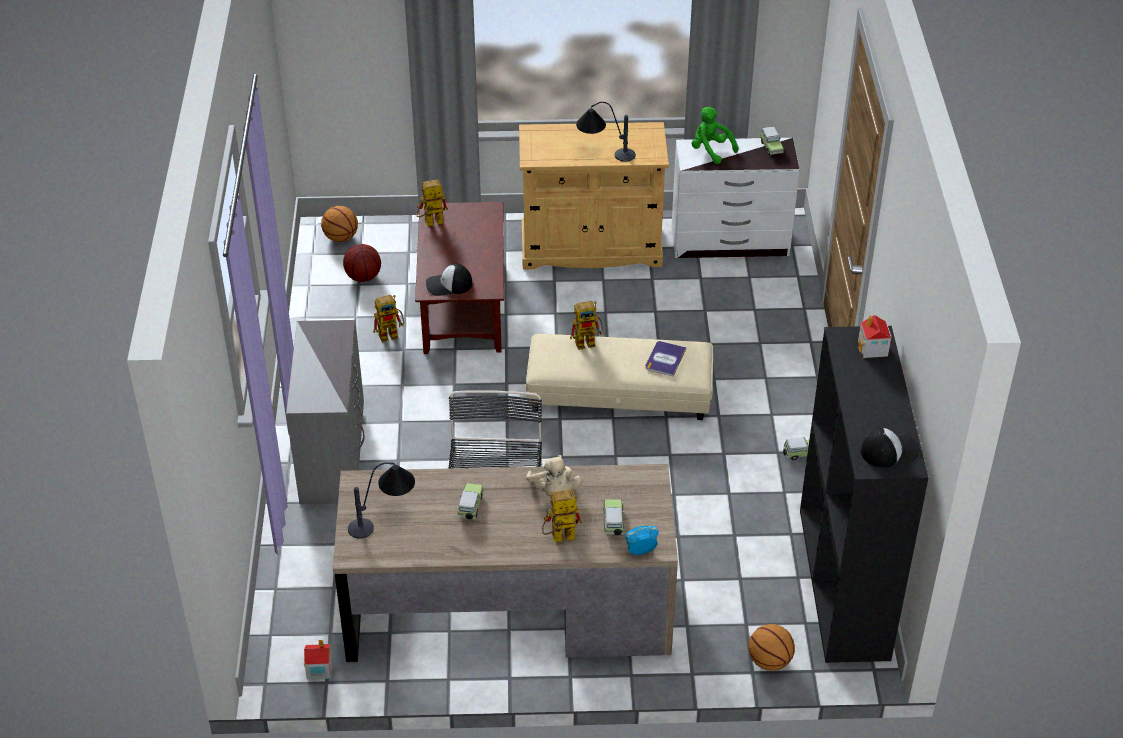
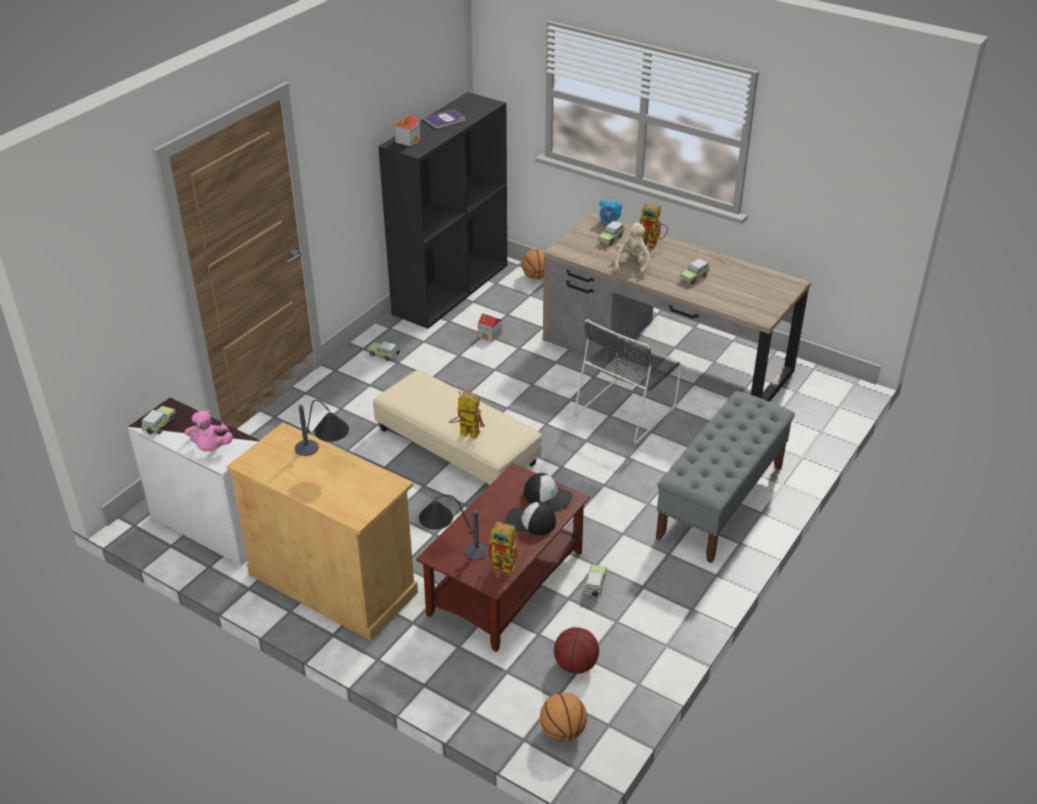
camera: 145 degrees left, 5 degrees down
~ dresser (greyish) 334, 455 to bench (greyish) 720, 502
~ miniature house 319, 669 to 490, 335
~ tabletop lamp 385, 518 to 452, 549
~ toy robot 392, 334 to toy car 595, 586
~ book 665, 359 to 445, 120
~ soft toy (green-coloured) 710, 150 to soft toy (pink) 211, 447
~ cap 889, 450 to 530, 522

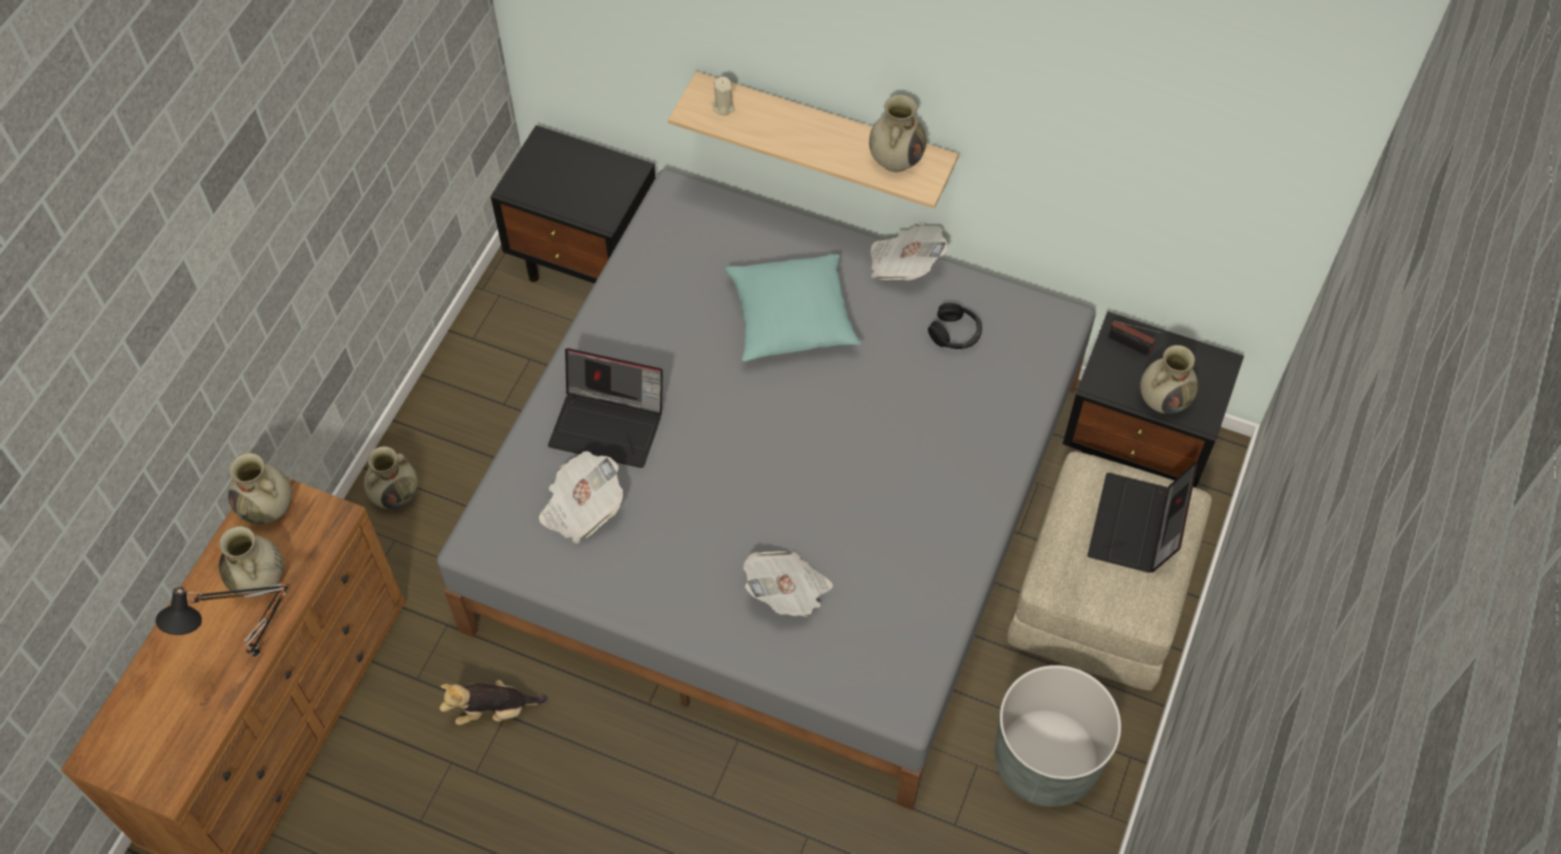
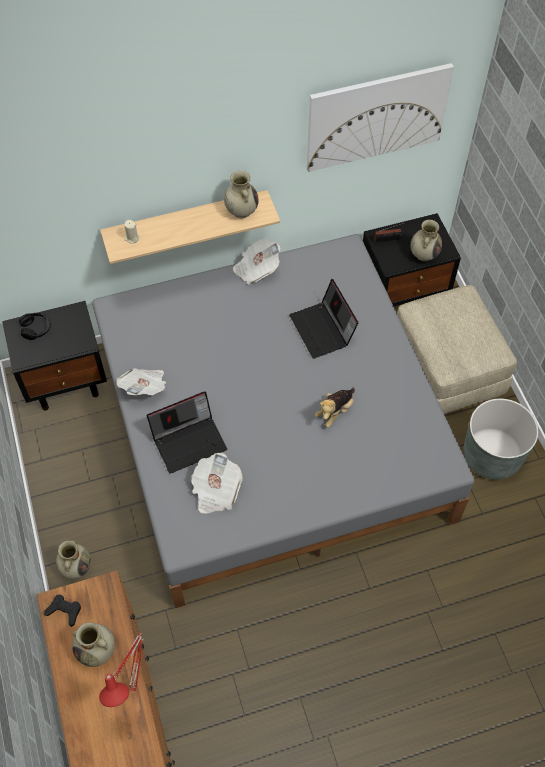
camera: 40 degrees left, 0 degrees up
~ tabletop lamp (black) 258, 659 to tabletop lamp (reddish) 137, 690
~ vase (beige) 268, 508 to joypad (black) 64, 611
~ soft toy 494, 711 to 335, 411
- cushion (turquoise-coloured) 791, 318
~ newspaper 788, 592 to 145, 388
~ headphones (black) 955, 333 to 36, 328
~ portable computer 1137, 527 to 323, 330
+ wall art 376, 117

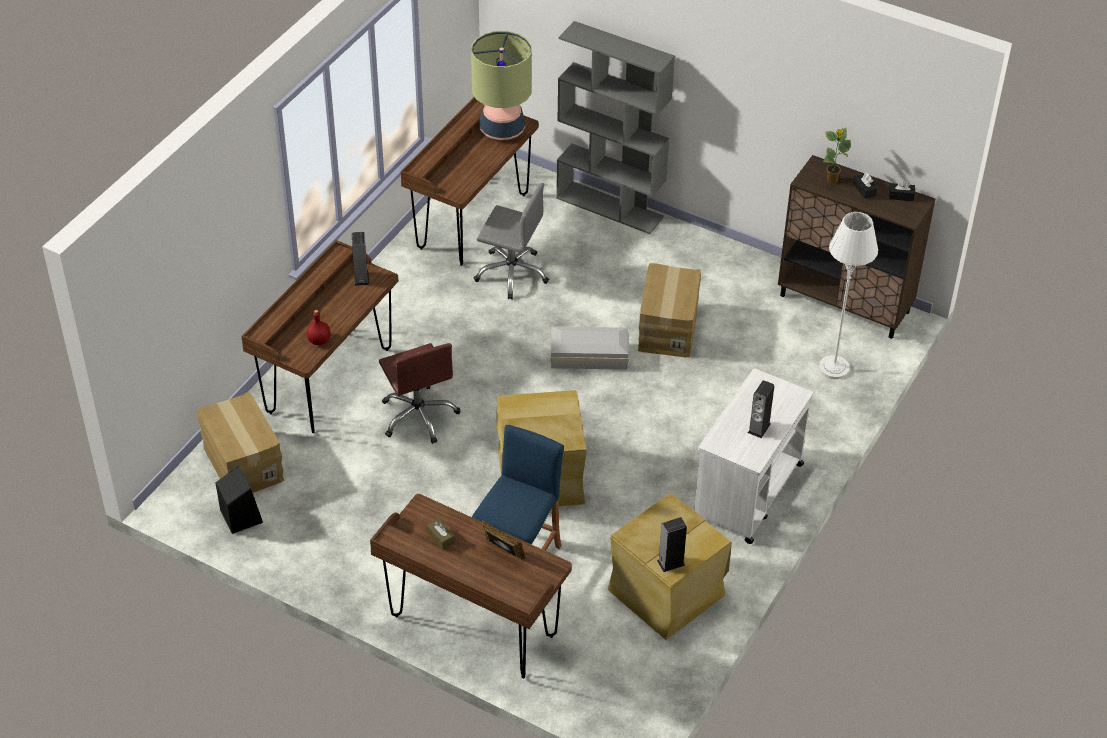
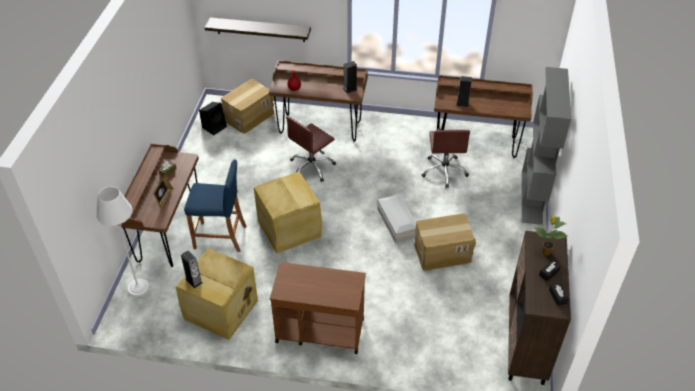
camera: 70 degrees right, 0 degrees up
- tabletop lamp 502, 129
~ desk chair (greyish) 512, 273 to desk chair (brownish) 444, 171
~ wheeled cart (white-coloured) 747, 492 to wheeled cart (brownish) 319, 330
~ loudspeaker 759, 428 to 462, 104
~ standard lamp (white-coloured) 834, 368 to 138, 288
+ wall shelf 260, 29

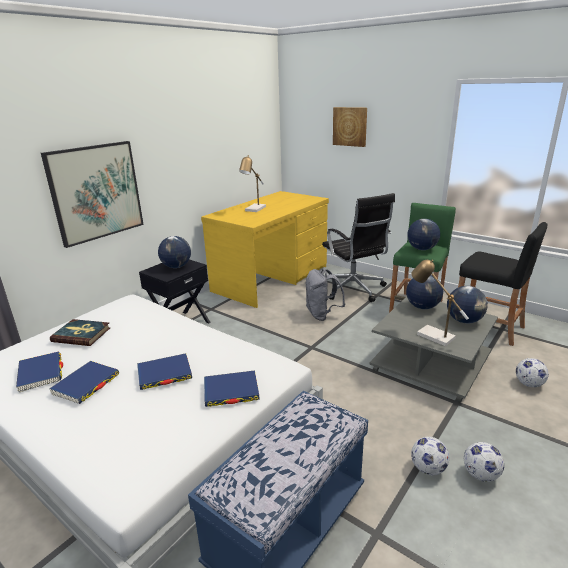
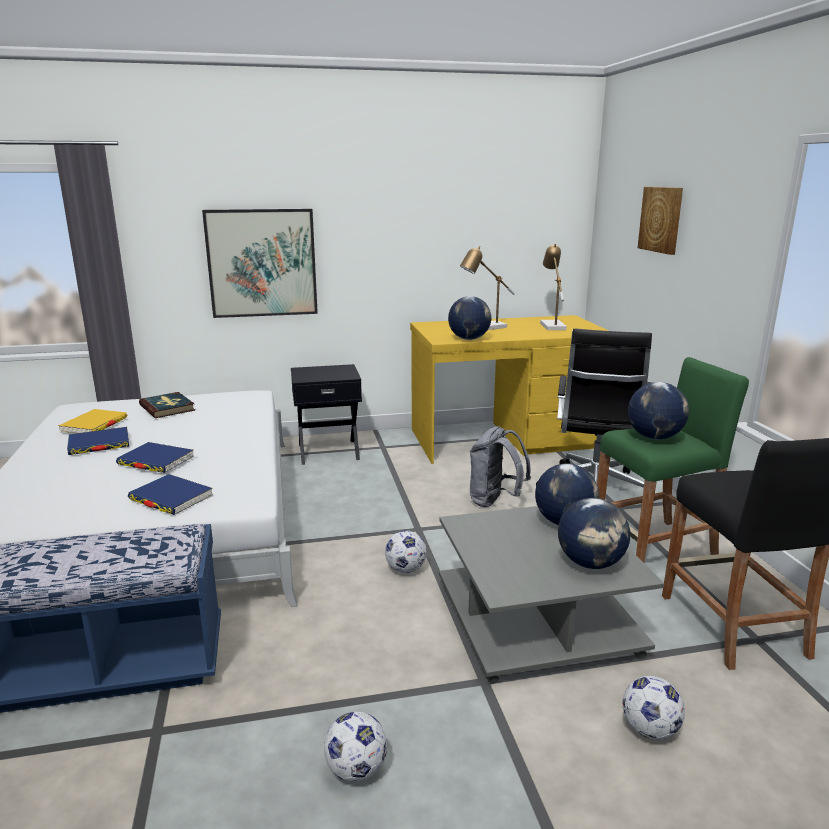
camera: 40 degrees right, 5 degrees down
~ book (bluish) 40, 373 to book (yellow-coloured) 94, 425
~ world globe 176, 266 to 469, 339
~ tabletop lamp 431, 335 to 551, 325
~ ball for football 428, 469 to 405, 569

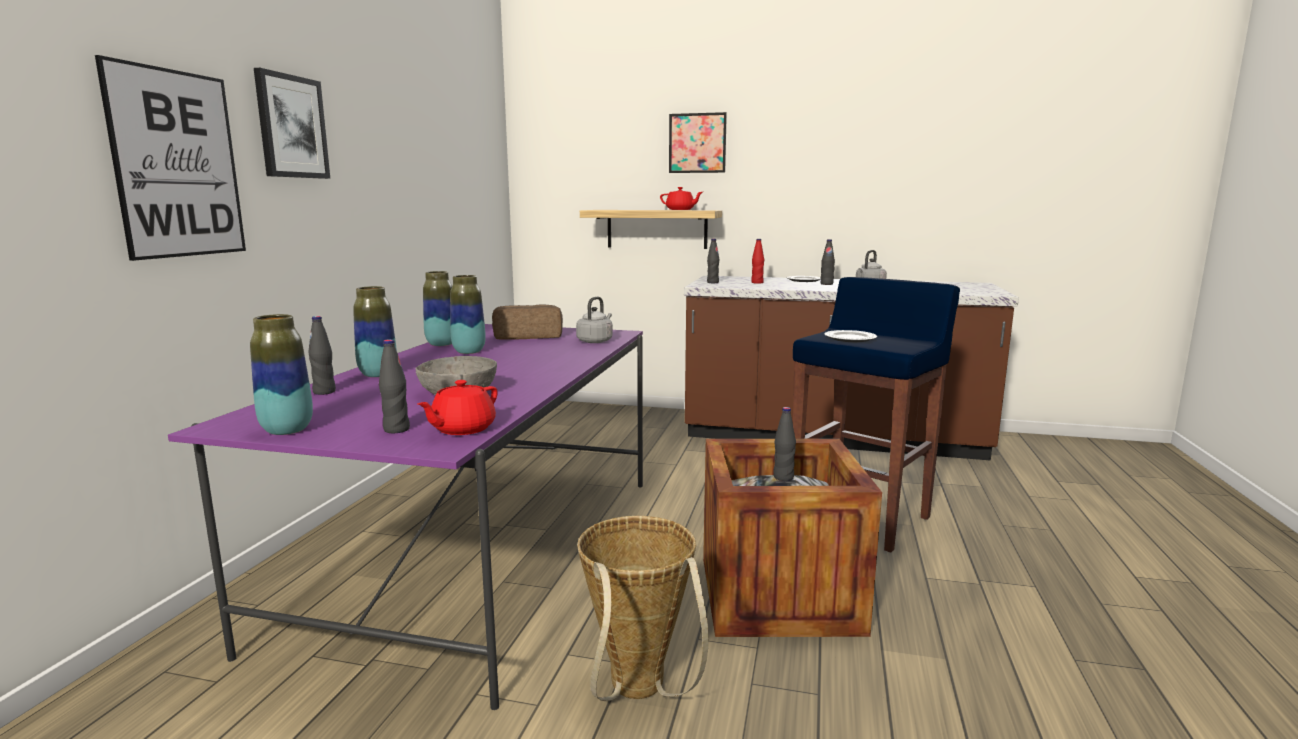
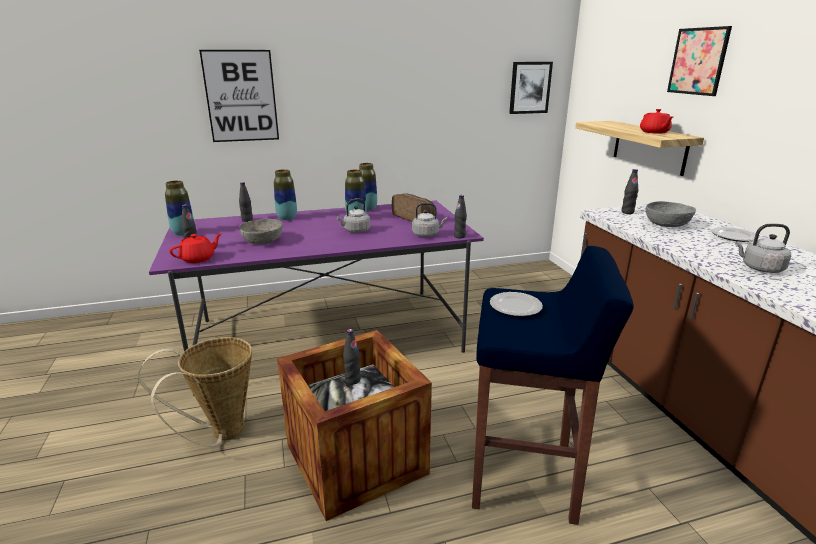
camera: 60 degrees right, 10 degrees up
~ wall art 291, 127 to 530, 87
~ tea pot (reddish) 462, 429 = 198, 259 135 degrees clockwise
~ drink bottle (reddish) 757, 282 to deep dish (greyish) 667, 224
~ drink bottle (black) 826, 284 to 459, 236
+ water kettle (greyish) 355, 231

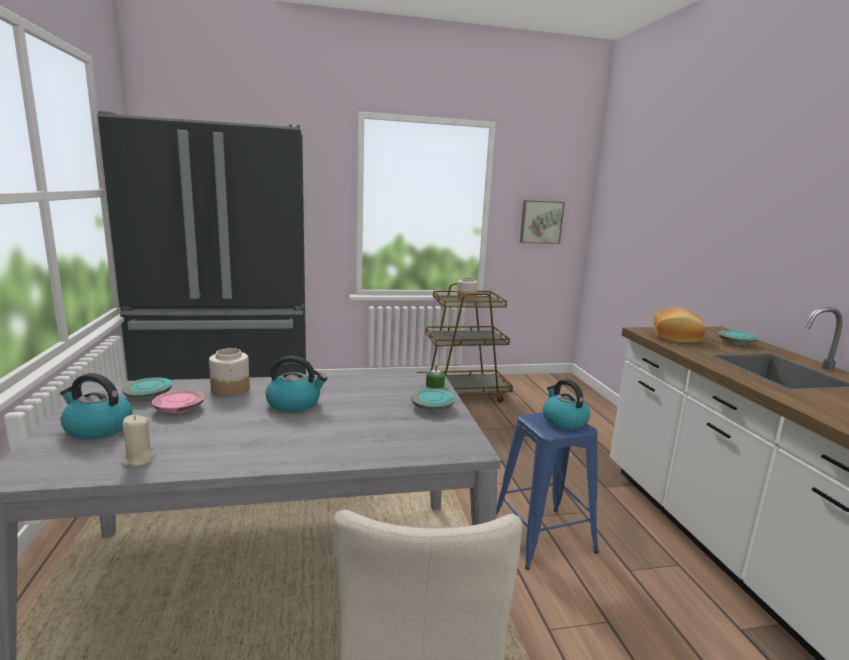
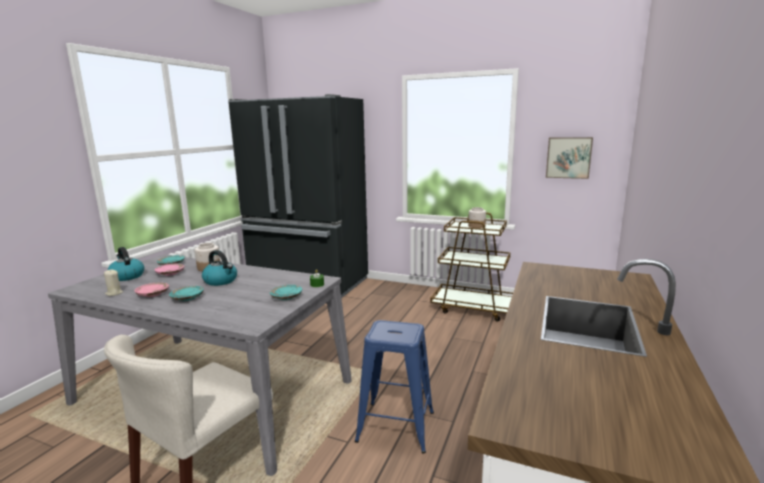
camera: 35 degrees right, 0 degrees up
- water kettle 563, 421
- bakery bread 677, 336
~ plate (turquoise-coloured) 736, 342 to 187, 298
+ plate (pink) 153, 294

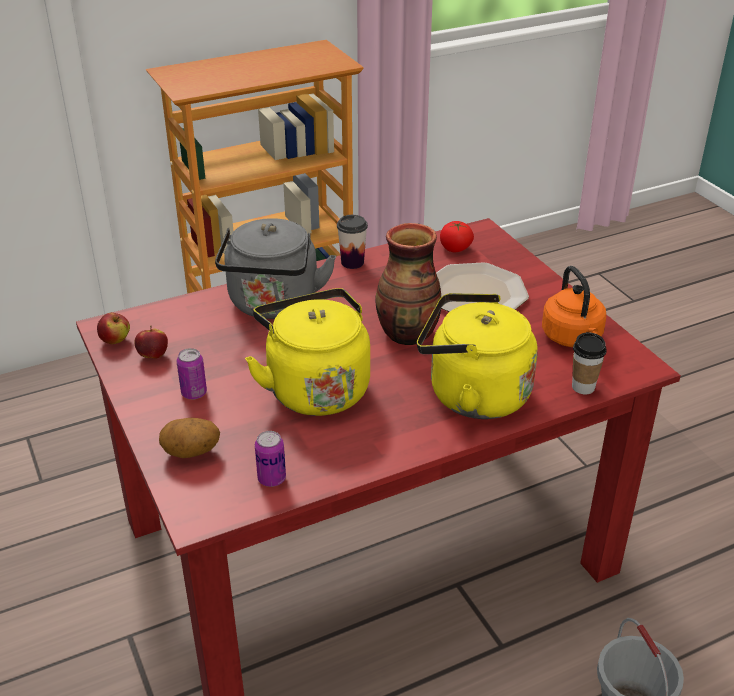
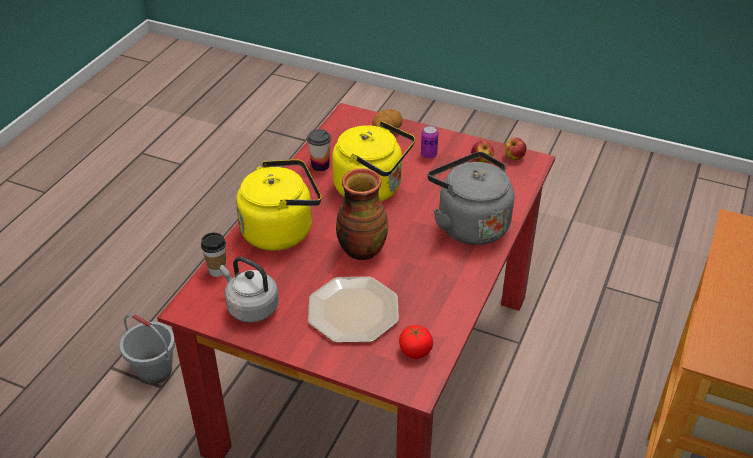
camera: 140 degrees right, 5 degrees up
- sealed can 271, 479
~ cup 352, 263 to 320, 165
~ water kettle (orangey) 573, 338 to water kettle (greyish) 250, 307

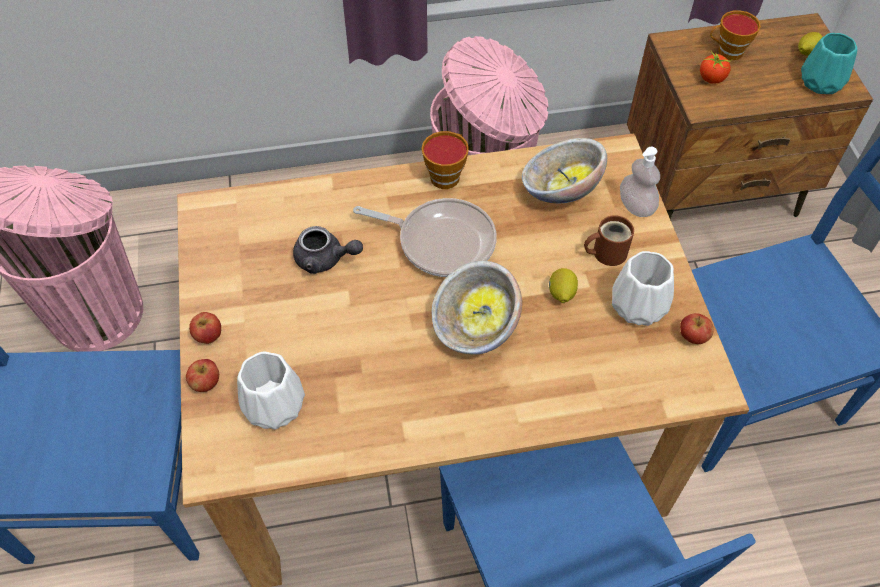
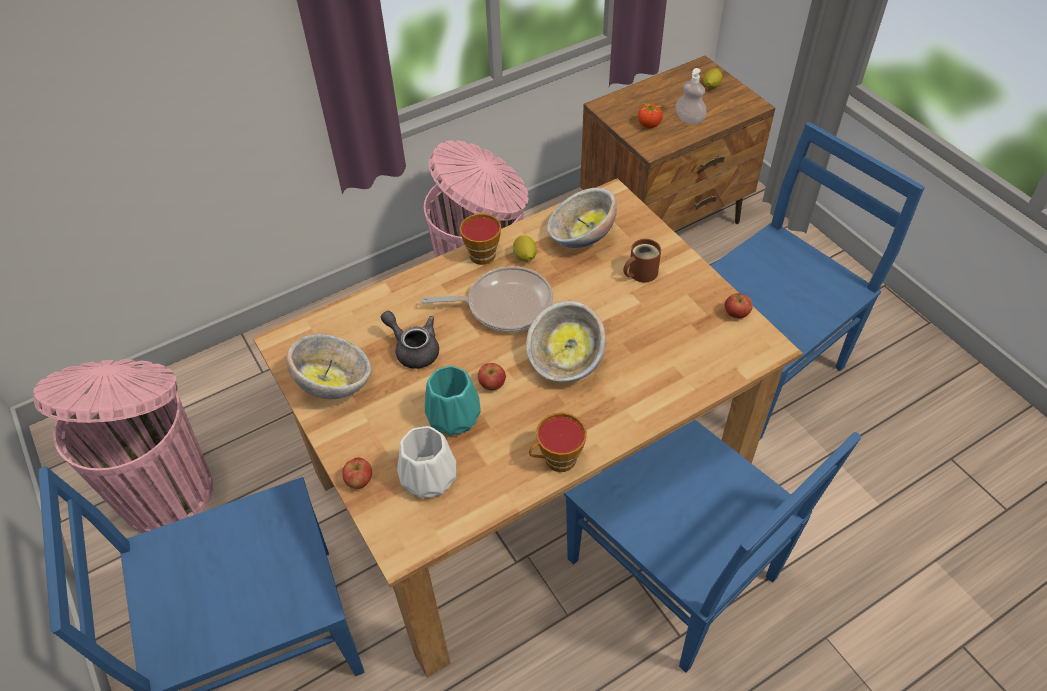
camera: 20 degrees left, 5 degrees down
~ apple 209, 336 to 492, 384
~ tea pot (greyish) 325, 259 = 413, 349 135 degrees counterclockwise
~ citrus fruit 561, 293 to 524, 257
- vase (white-coloured) 638, 304
~ soap bottle 636, 206 to 689, 119
~ cup 727, 52 to 557, 460
~ vase (turquoise-coloured) 820, 81 to 453, 416
+ deep dish 334, 383

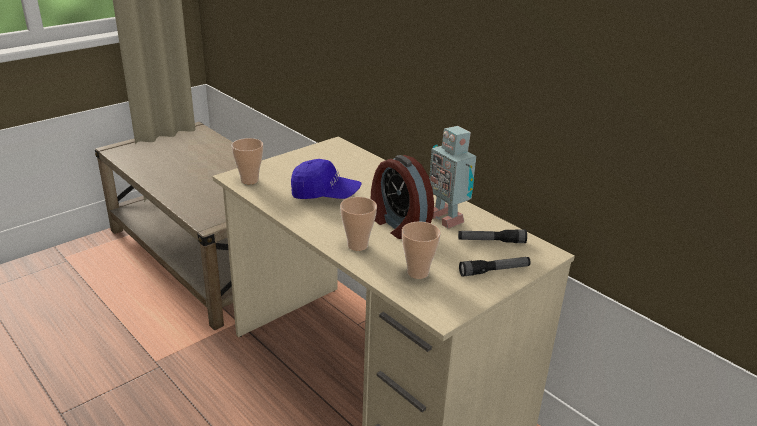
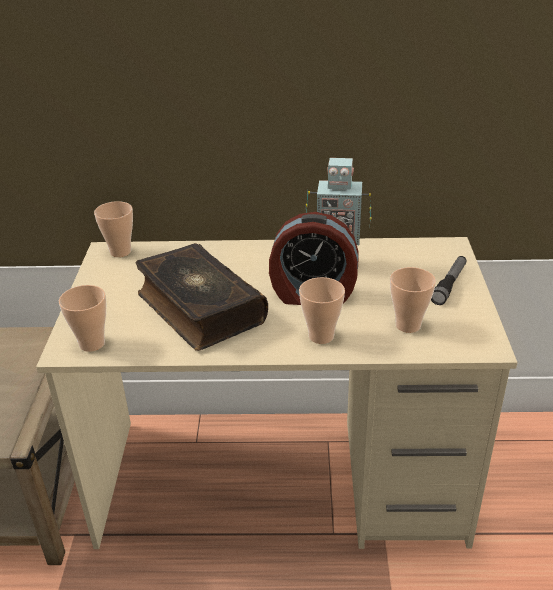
camera: 45 degrees left, 5 degrees up
~ cap (bluish) 325, 194 to book 199, 308
- hand torch 491, 241
+ cup 120, 252

